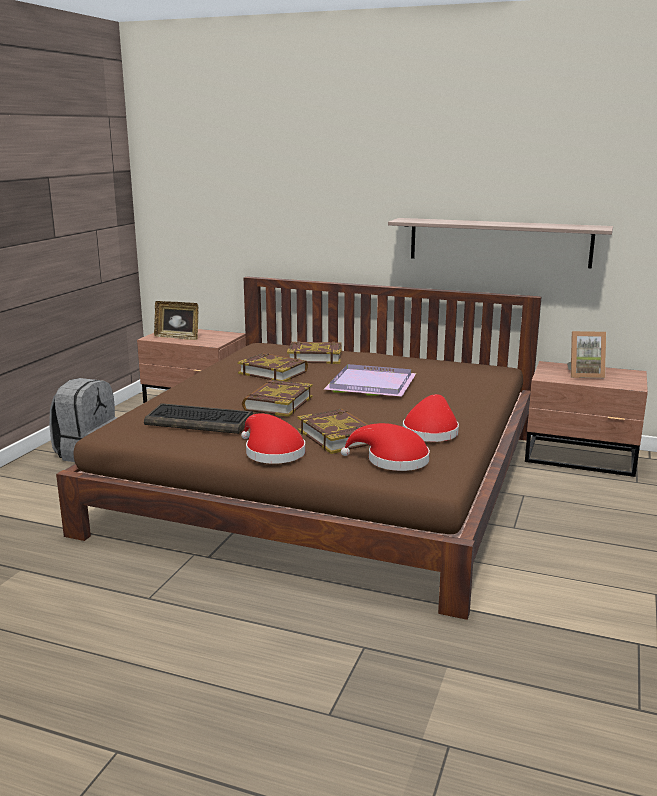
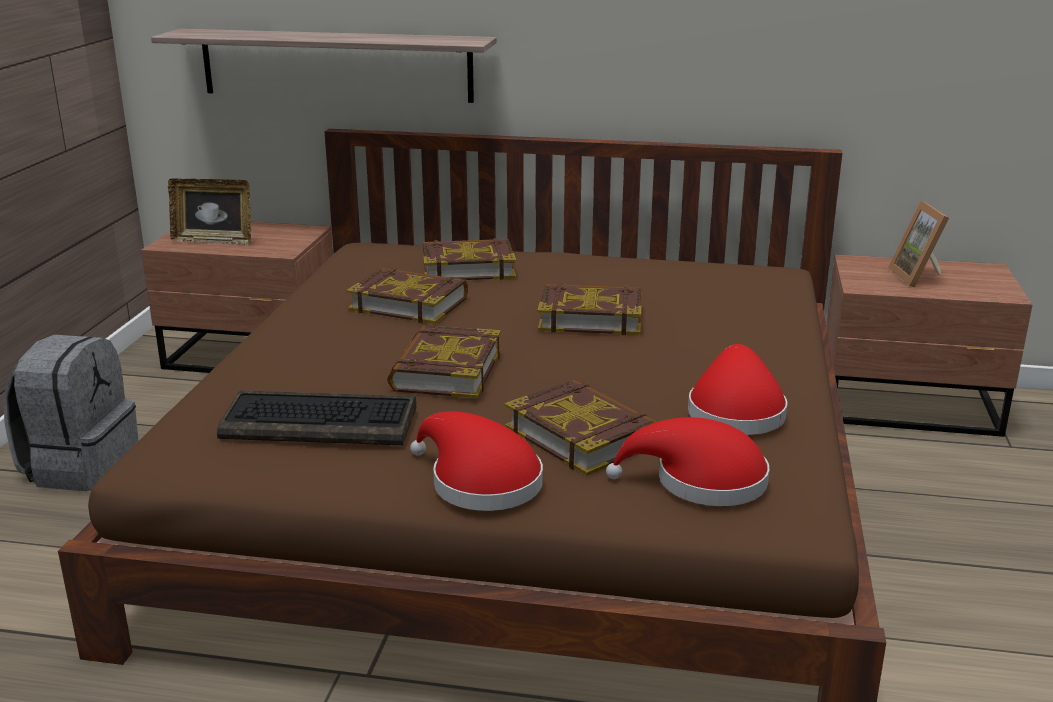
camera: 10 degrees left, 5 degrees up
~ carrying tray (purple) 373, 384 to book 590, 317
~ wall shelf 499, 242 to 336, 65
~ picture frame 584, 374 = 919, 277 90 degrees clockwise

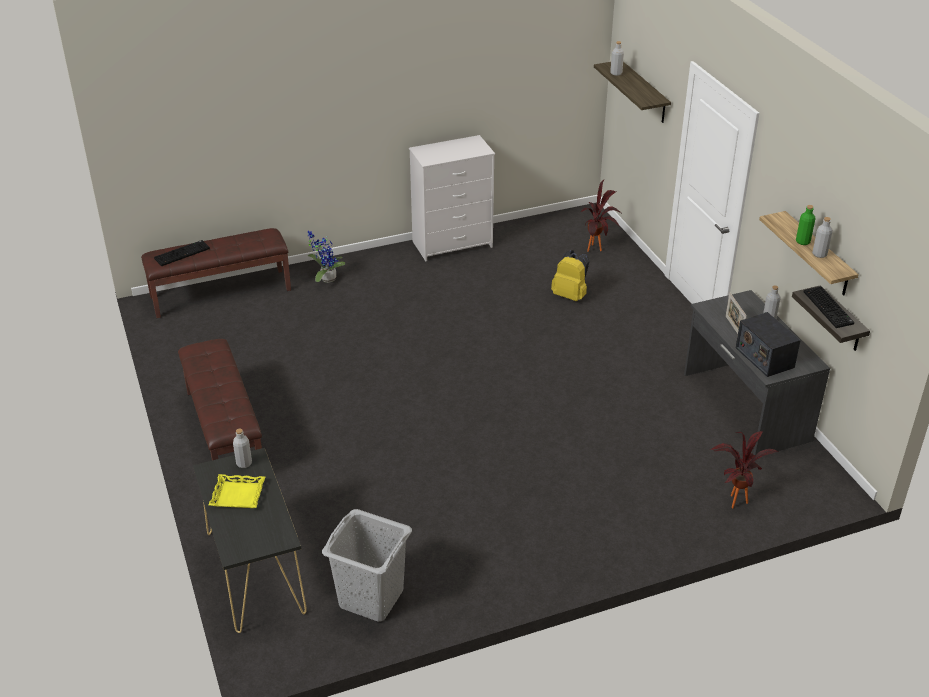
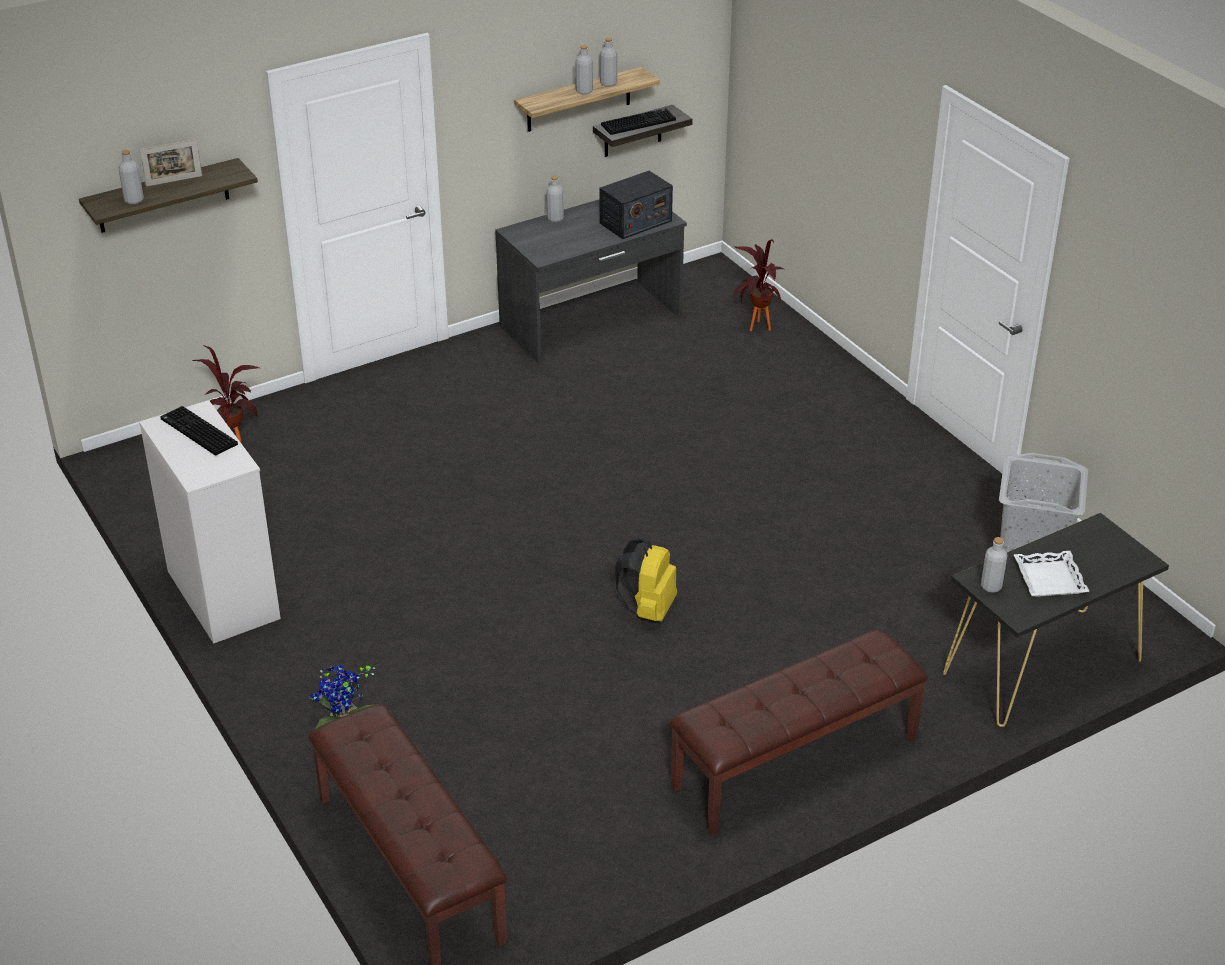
camera: 100 degrees left, 0 degrees up
~ computer keyboard 182, 253 to 197, 432
~ carrying tray (yellow-coloured) 238, 495 to carrying tray (white-coloured) 1049, 579
~ rucksack (yellow-coloured) 570, 295 to 648, 609
~ picture frame 733, 327 to 174, 181
~ drink bottle (green-coloured) 802, 242 to drink bottle (greyish) 584, 91

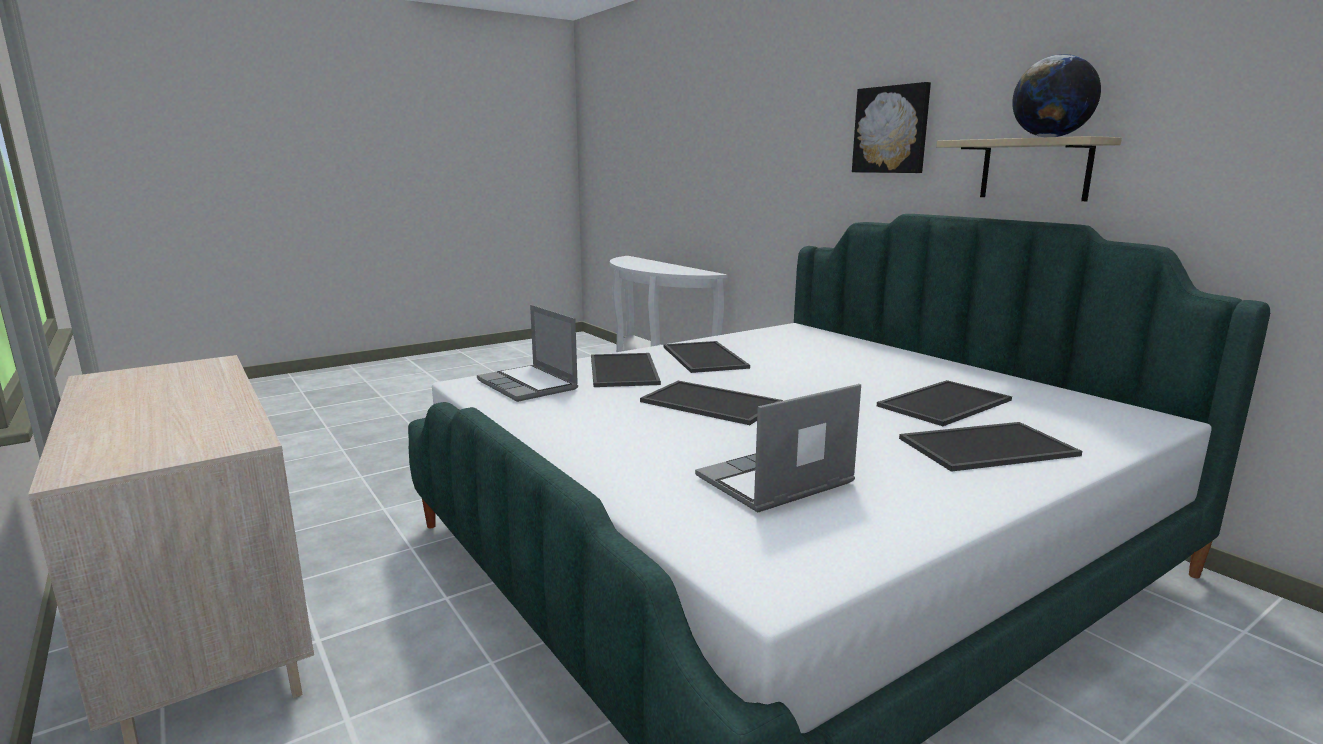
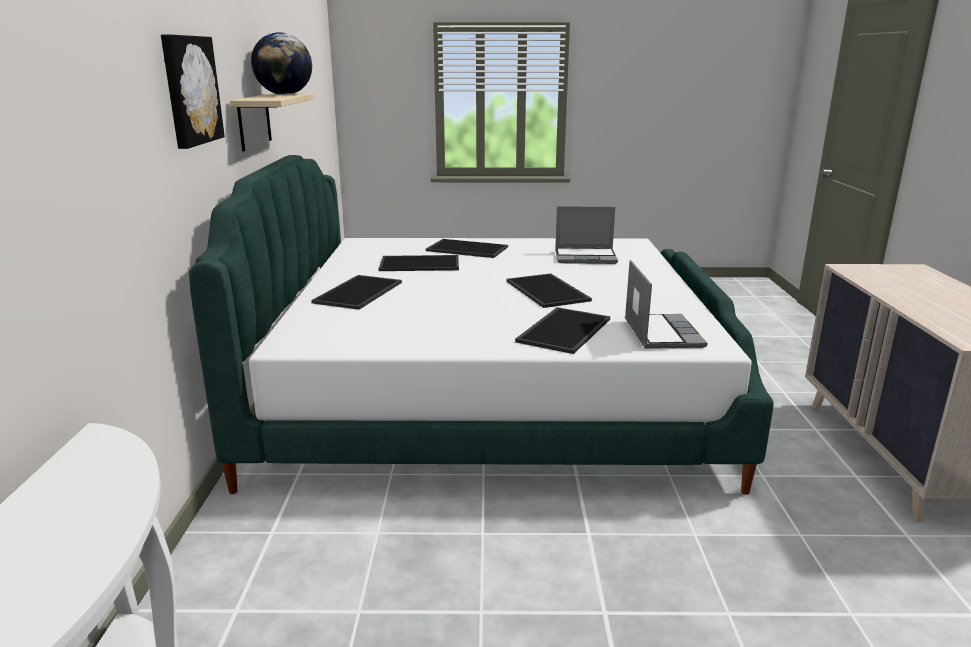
camera: 145 degrees left, 5 degrees up
~ carrying tray 702, 357 to 359, 293

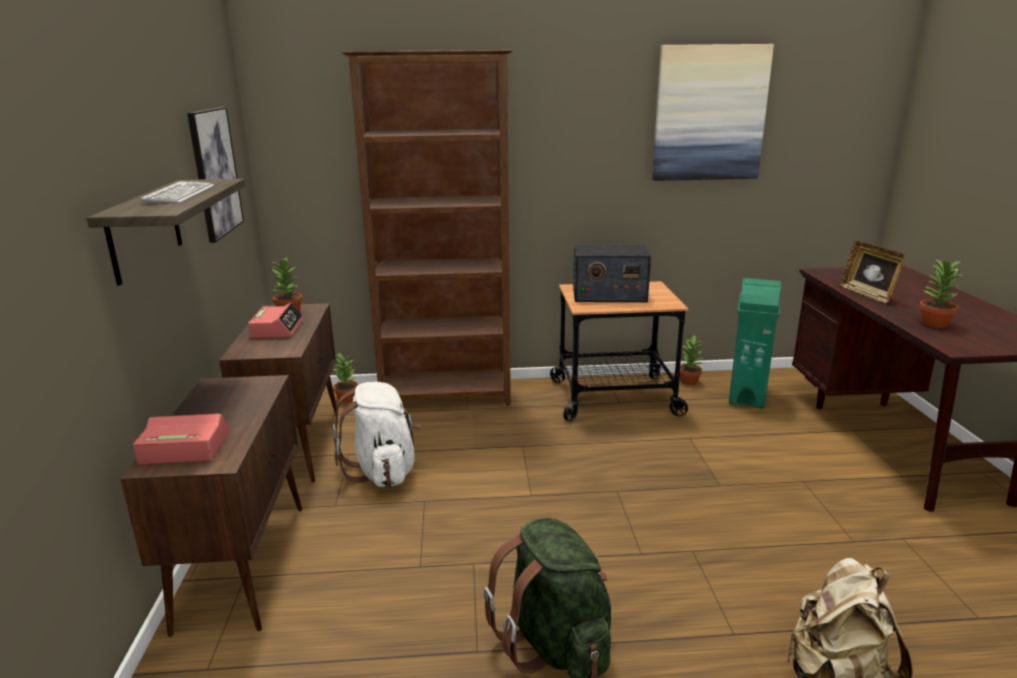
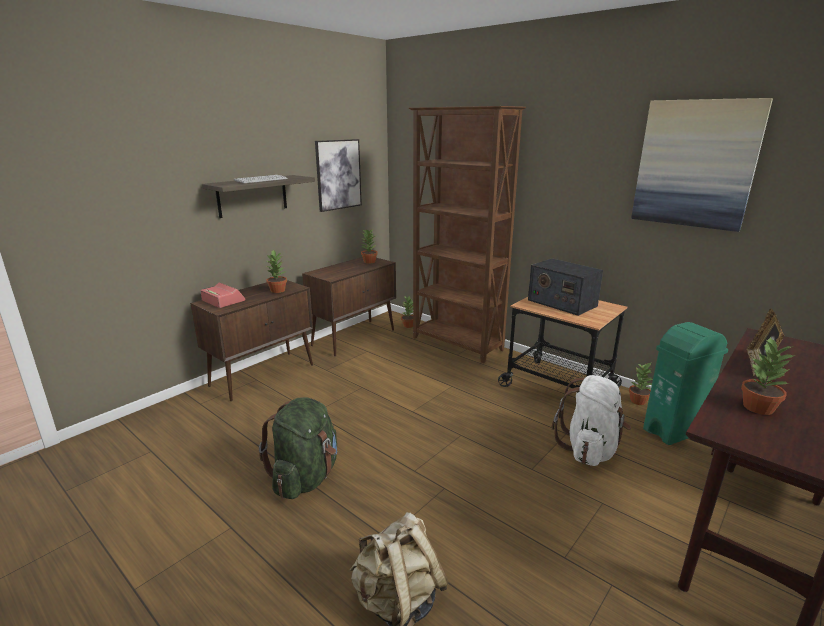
camera: 45 degrees right, 0 degrees up
- table clock 277, 329
~ rucksack (white-coloured) 383, 471 to 589, 449
+ plant in a pot 278, 290

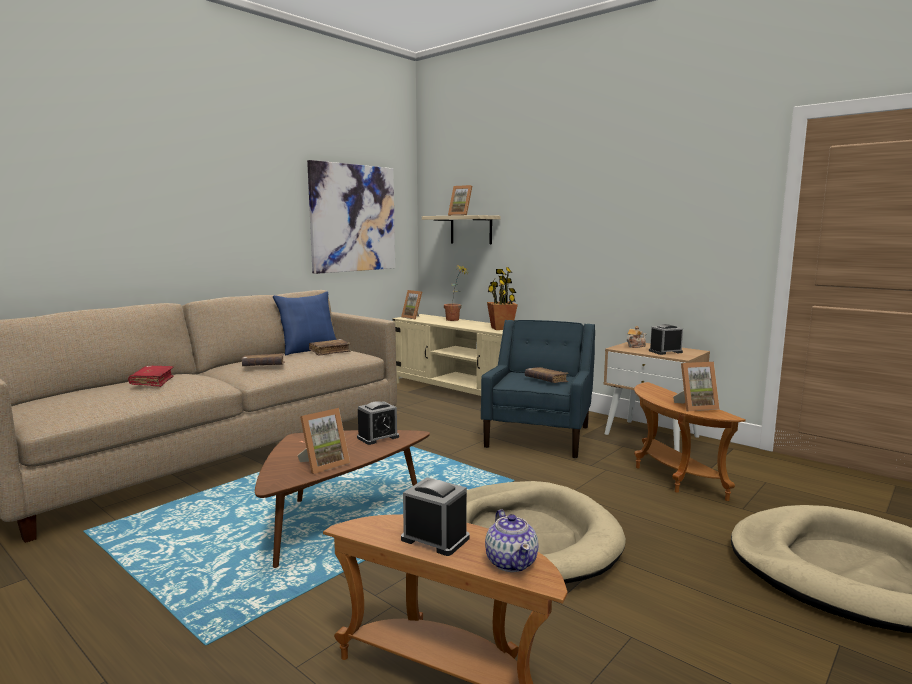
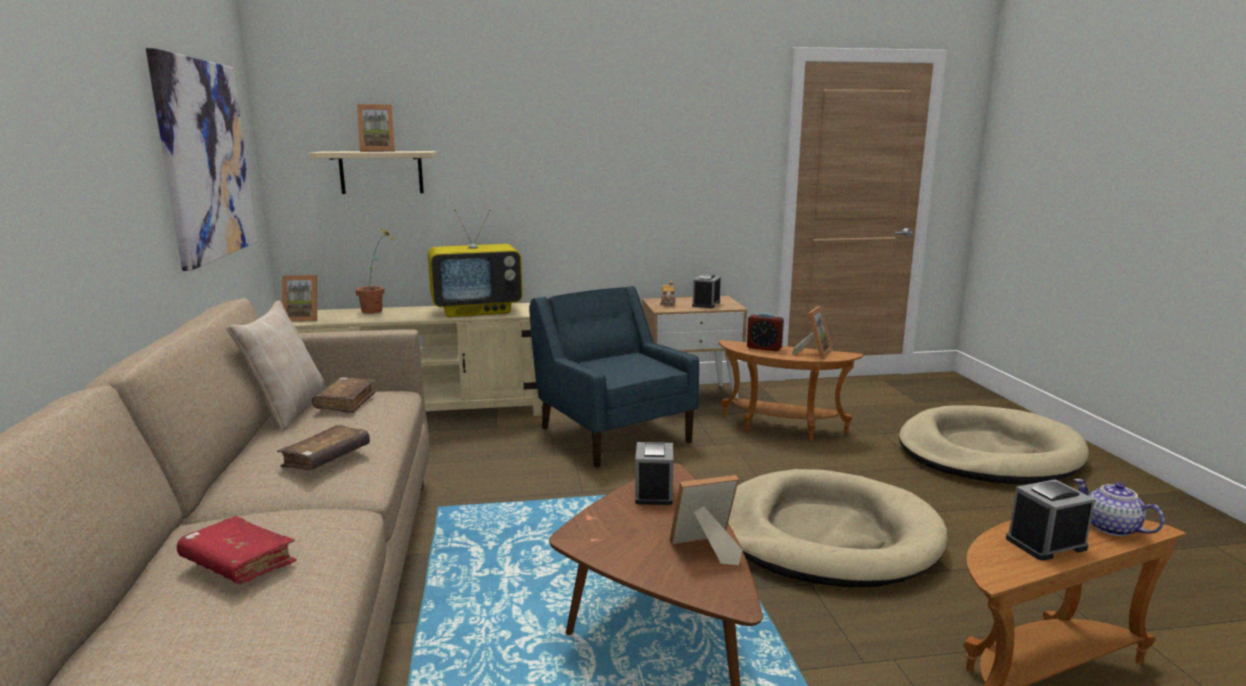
camera: 50 degrees left, 5 degrees up
~ cushion (bluish) 309, 350 to cushion (beige) 288, 410
~ picture frame 323, 464 = 705, 550 105 degrees counterclockwise
~ tea pot 511, 562 = 1111, 528 150 degrees counterclockwise
~ plant in a pot 501, 328 to TV set 477, 310
- book (brownish) 546, 380
+ table clock 764, 348

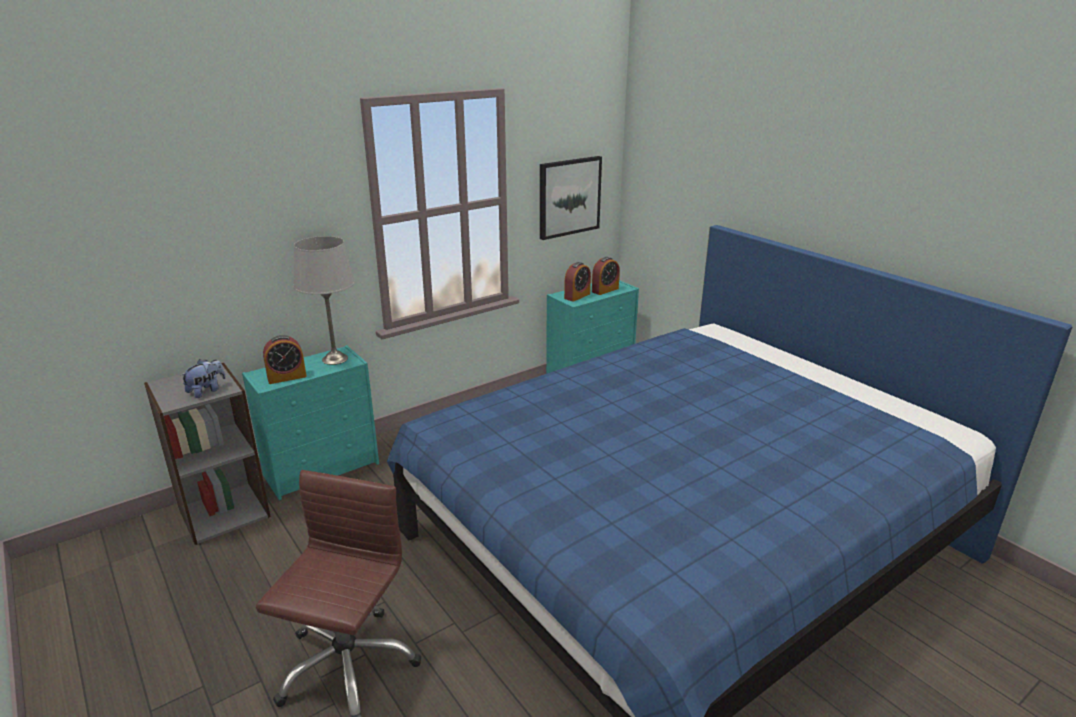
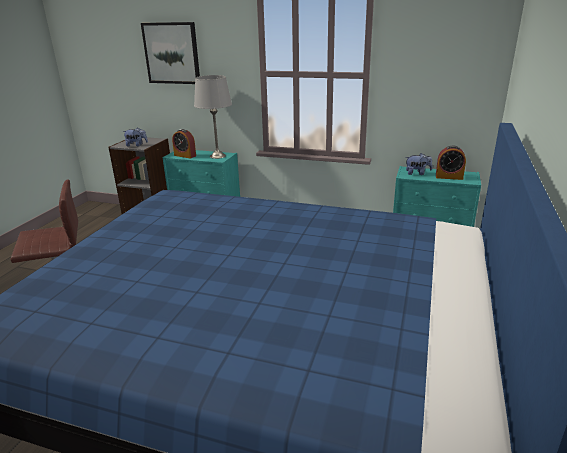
camera: 55 degrees right, 0 degrees up
~ wall art 569, 197 to 172, 53
~ table clock 577, 296 to soft toy 417, 173

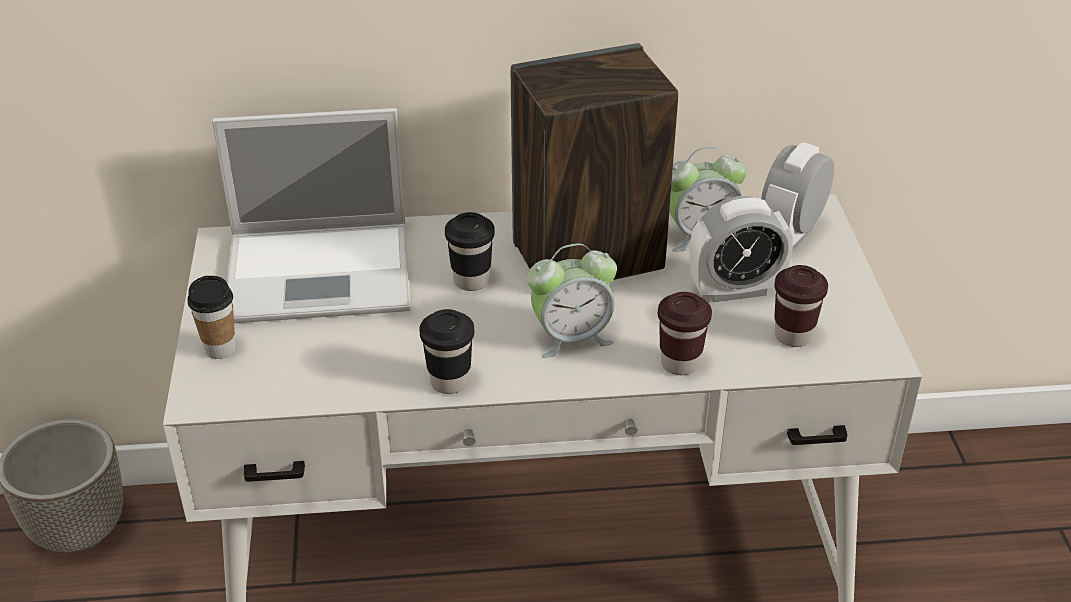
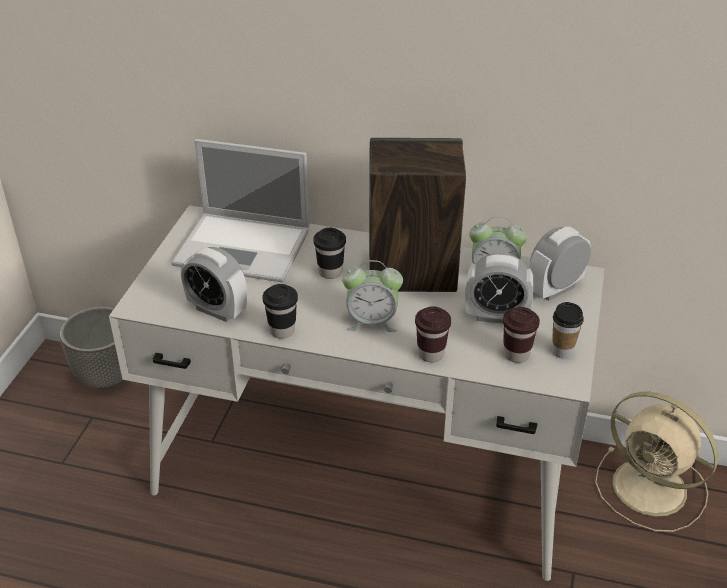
camera: 20 degrees right, 0 degrees up
~ cup 220, 349 to 562, 351
+ table clock 217, 310
+ electric fan (beige) 652, 489

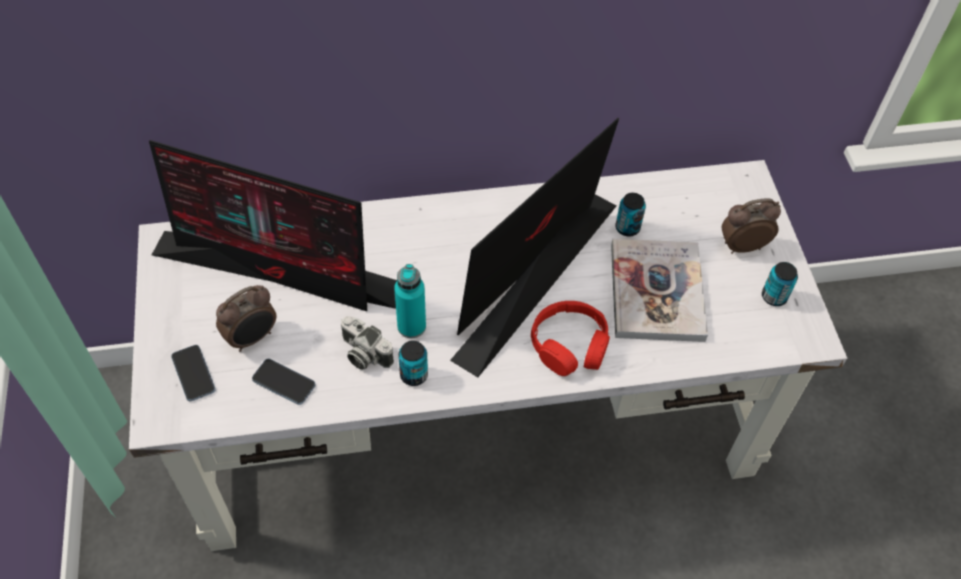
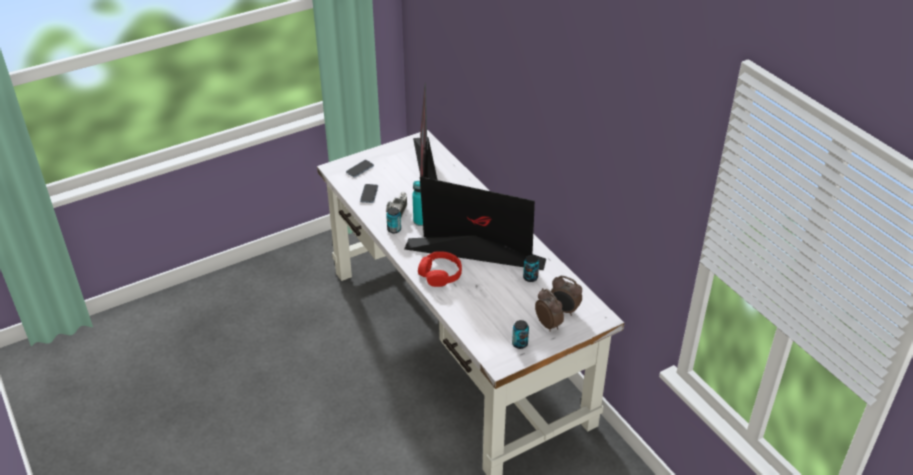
camera: 70 degrees right, 15 degrees down
~ table clock 252, 338 to 564, 310
- book 656, 292

